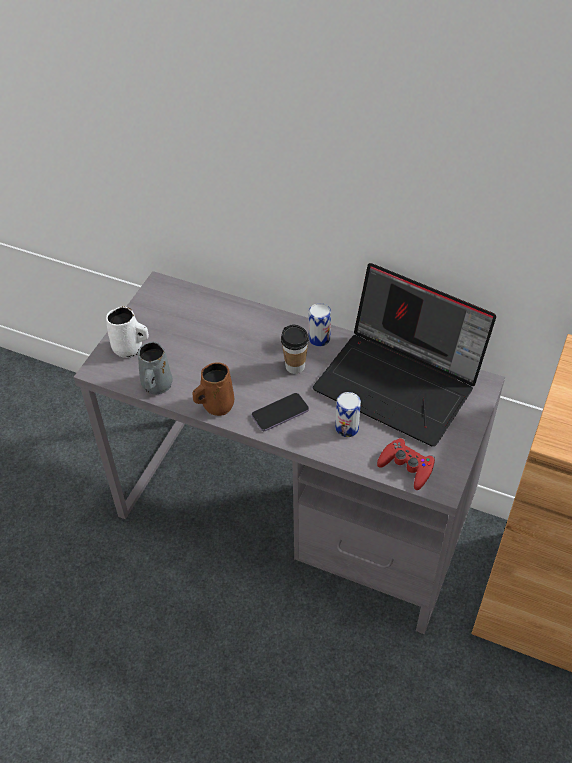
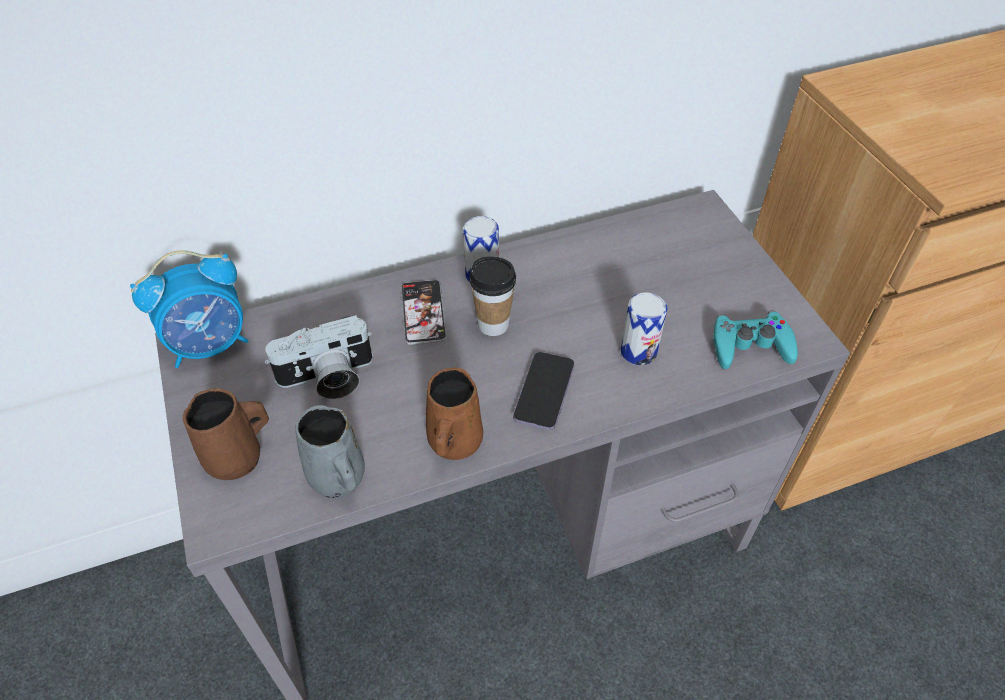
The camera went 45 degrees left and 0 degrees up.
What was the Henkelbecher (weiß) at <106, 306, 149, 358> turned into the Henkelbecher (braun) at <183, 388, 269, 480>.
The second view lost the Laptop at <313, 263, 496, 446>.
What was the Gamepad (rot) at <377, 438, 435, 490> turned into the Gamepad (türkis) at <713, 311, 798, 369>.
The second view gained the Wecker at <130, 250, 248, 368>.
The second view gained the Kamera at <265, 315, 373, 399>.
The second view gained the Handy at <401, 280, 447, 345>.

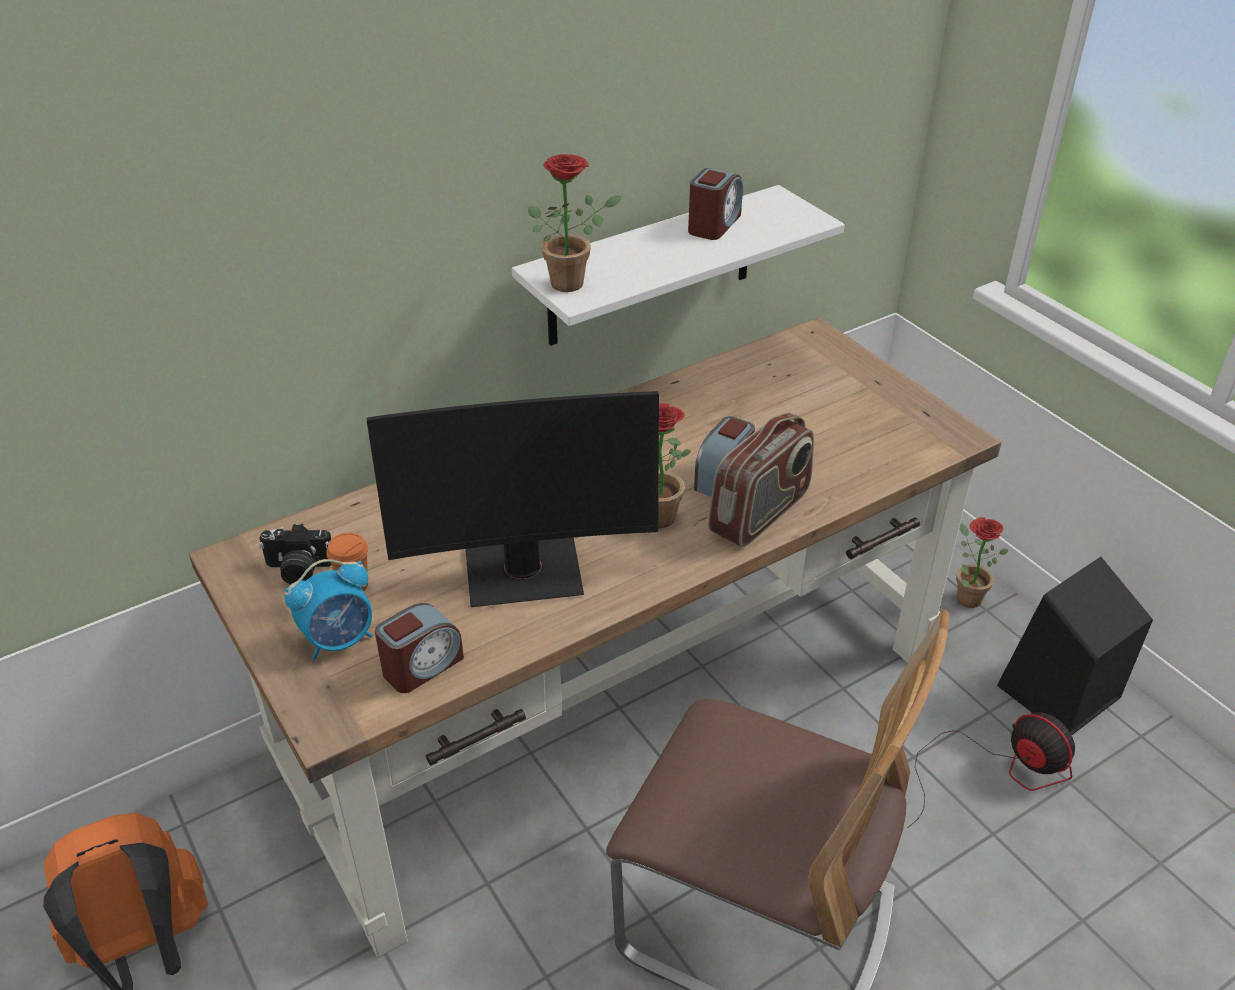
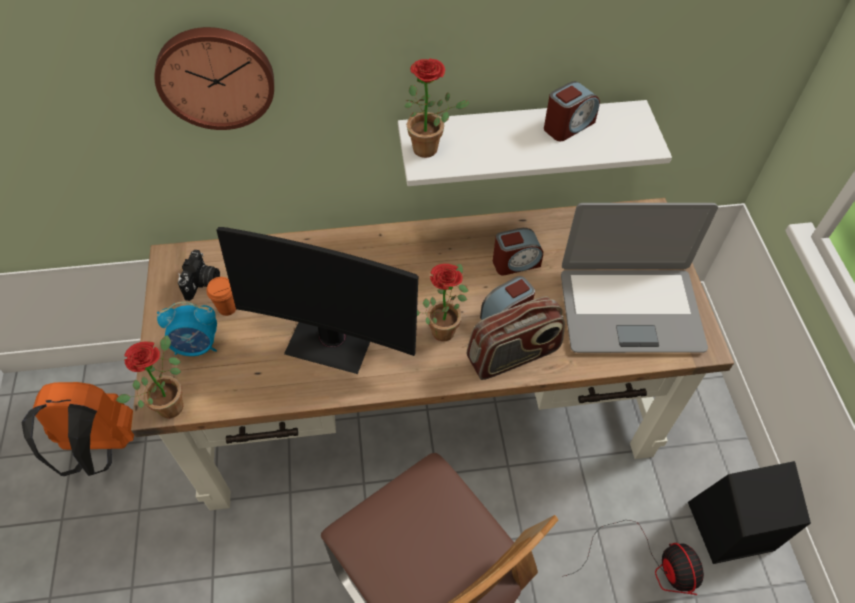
The camera went 25 degrees right and 15 degrees up.
The Kamera at <259, 524, 331, 585> ended up facing another way, 105 degrees counterclockwise from before.
The Wecker ended up elsewhere, having gone from <375, 603, 464, 693> to <493, 228, 543, 276>.
The Topfpflanze ended up elsewhere, having gone from <956, 517, 1009, 608> to <116, 335, 183, 418>.
The second view gained the Wanduhr at <154, 27, 274, 130>.
The second view gained the Laptop at <561, 203, 718, 353>.

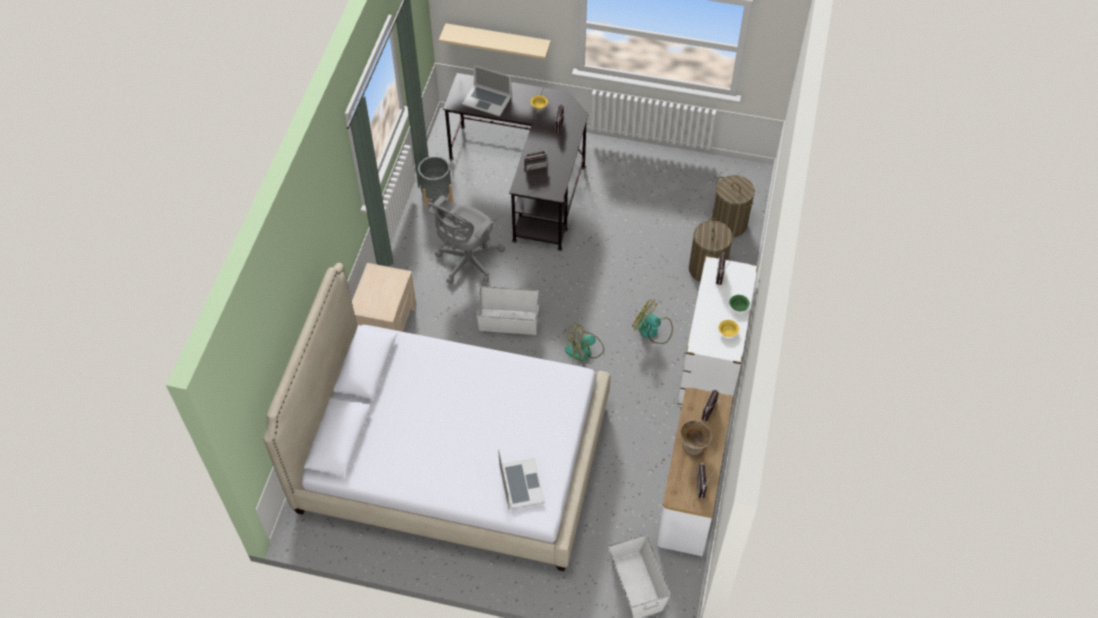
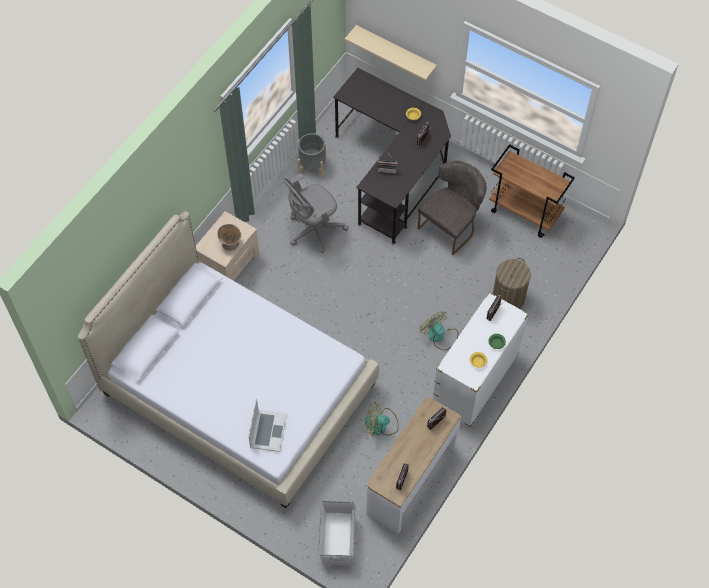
The camera went 20 degrees right and 5 degrees up.
The second view lost the Laptop at <462, 65, 512, 116>.
The second view lost the Aufbewahrungsbox (weiß) at <476, 286, 539, 335>.
The Ventilator ended up elsewhere, having gone from <565, 323, 604, 361> to <365, 402, 399, 436>.
The Schüssel (beige) ended up elsewhere, having gone from <680, 420, 712, 455> to <217, 224, 241, 250>.
The second view lost the Wäschekorb at <711, 175, 755, 238>.
The second view gained the Stuhl (grau) at <418, 161, 487, 255>.
The second view gained the Rollwagen (braun) at <489, 144, 575, 238>.

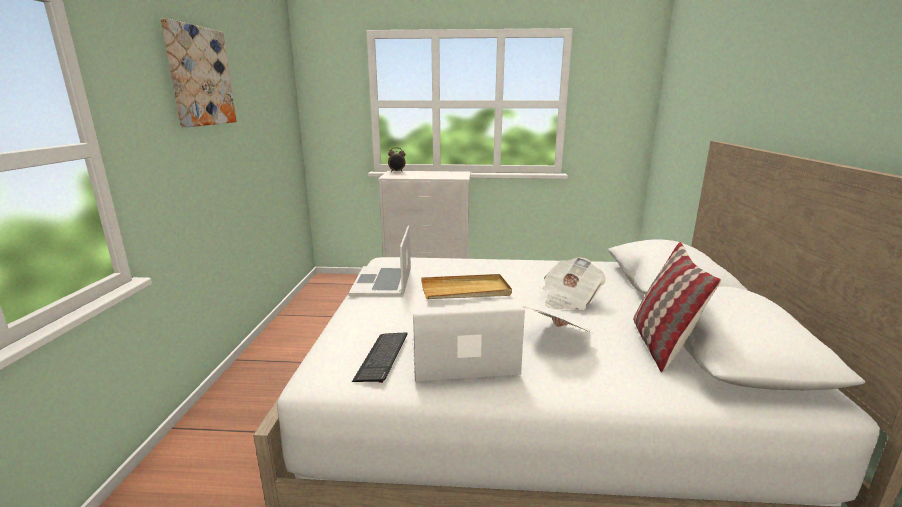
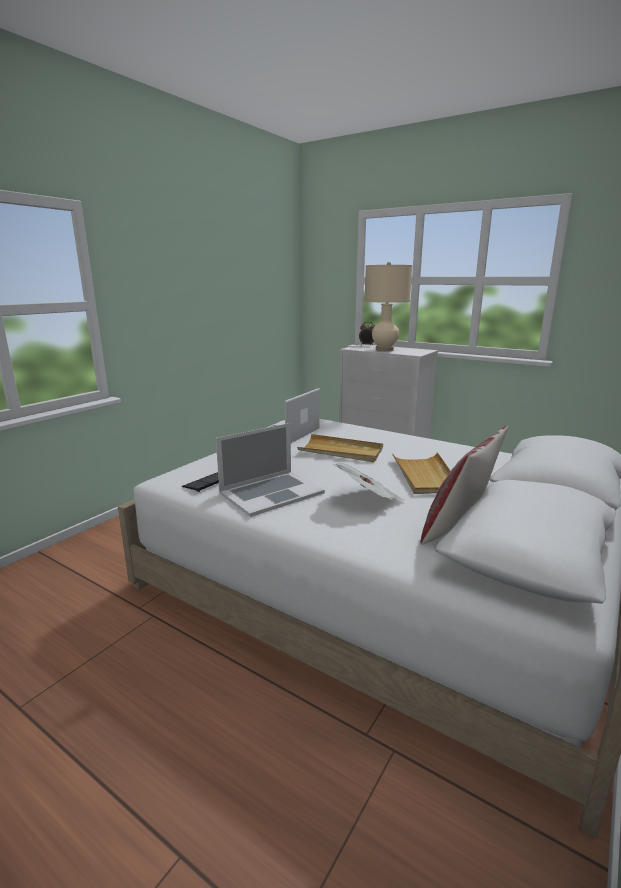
The camera went 30 degrees right and 0 degrees up.
The second view lost the Bild at <161, 18, 237, 127>.
The Laptop at <413, 308, 525, 382> ended up facing another way, 120 degrees clockwise from before.
Where the Zeitung stood at <543, 257, 606, 310>, the Tablett (beige) came to stand at <392, 452, 450, 494>.
The second view gained the Tischlampe (beige) at <364, 262, 412, 351>.

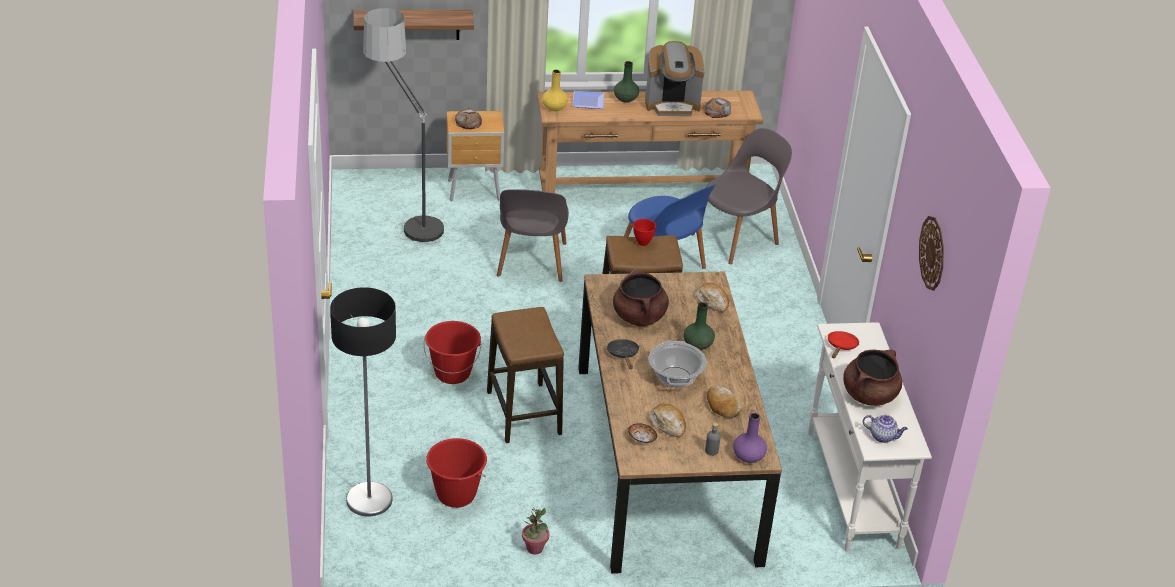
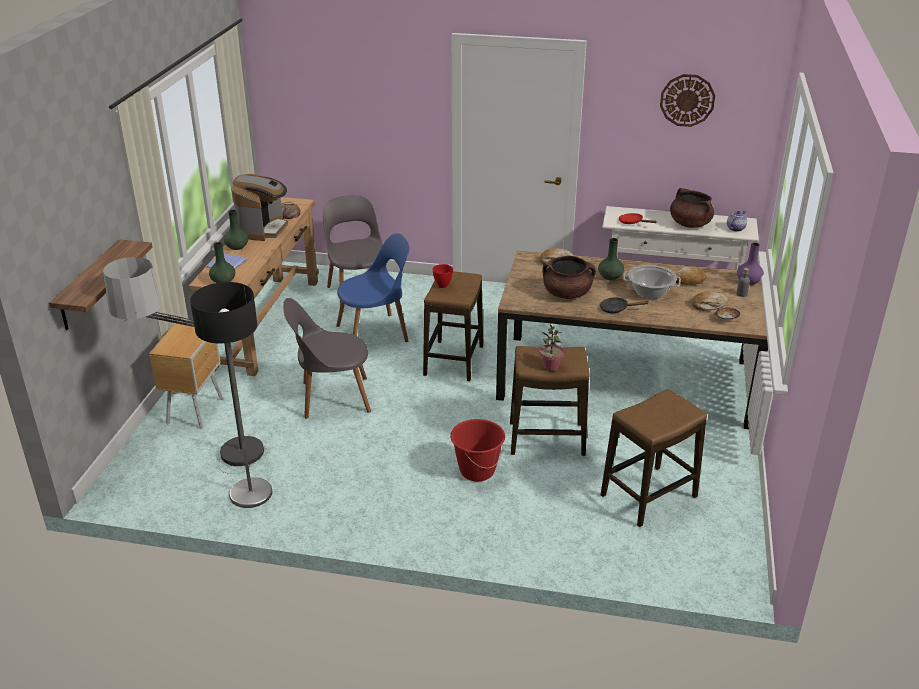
The camera went 70 degrees left and 5 degrees down.
The Stehlampe ended up elsewhere, having gone from <330, 287, 396, 517> to <190, 282, 272, 508>.
Where the Eimer (rot) stood at <426, 438, 487, 508>, the Hocker came to stand at <601, 389, 707, 527>.
The second view lost the Brot at <455, 108, 482, 129>.
The Stuhl (grau) at <497, 189, 569, 282> ended up facing another way, 150 degrees clockwise from before.
The Topfpflanze ended up elsewhere, having gone from <522, 508, 549, 554> to <540, 324, 565, 371>.
What was the Vase (gelb) at <542, 69, 568, 111> turned into the Vase (grün) at <209, 242, 235, 283>.

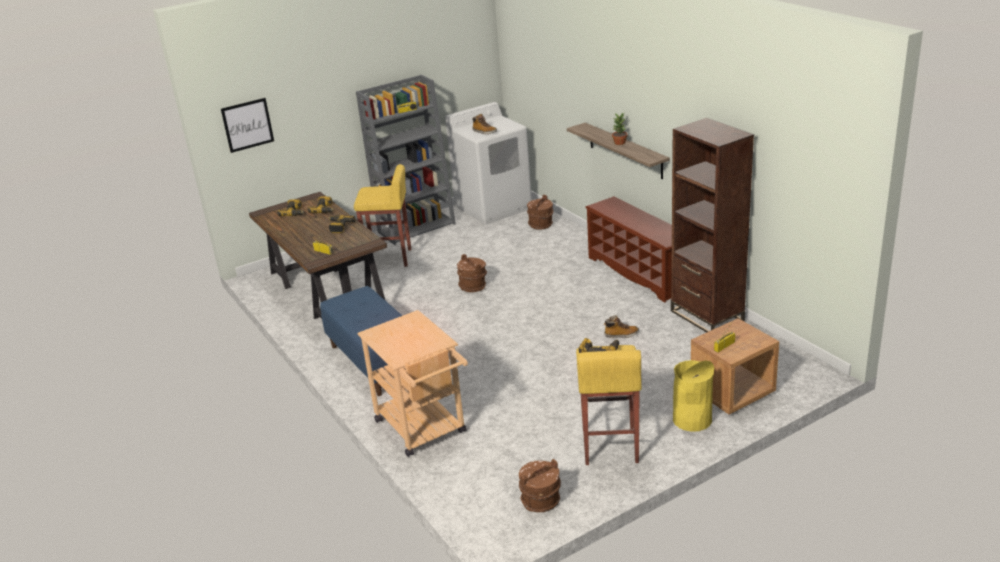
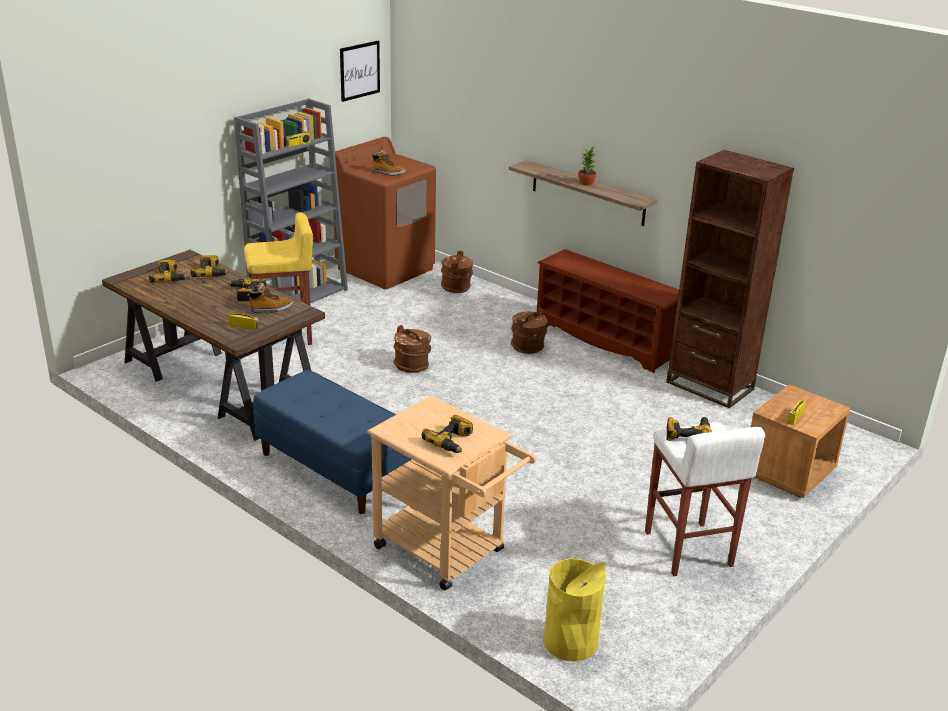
The camera went 20 degrees left and 0 degrees up.
The Bild ended up elsewhere, having gone from <221, 98, 274, 153> to <340, 40, 380, 102>.
What was the Waschmaschine (weiß) at <445, 102, 532, 225> turned into the Waschmaschine (braun) at <334, 137, 436, 289>.
The Eimer (braun) ended up elsewhere, having gone from <519, 459, 561, 512> to <511, 308, 548, 354>.
What was the Hocker (gelb) at <576, 345, 641, 465> turned into the Hocker (weiß) at <645, 423, 765, 576>.
The Stiefel ended up elsewhere, having gone from <604, 315, 639, 338> to <247, 283, 293, 313>.
The Mülleimer (gelb) ended up elsewhere, having gone from <673, 360, 714, 432> to <543, 558, 606, 661>.
The second view gained the Bohrmaschine at <422, 415, 473, 453>.

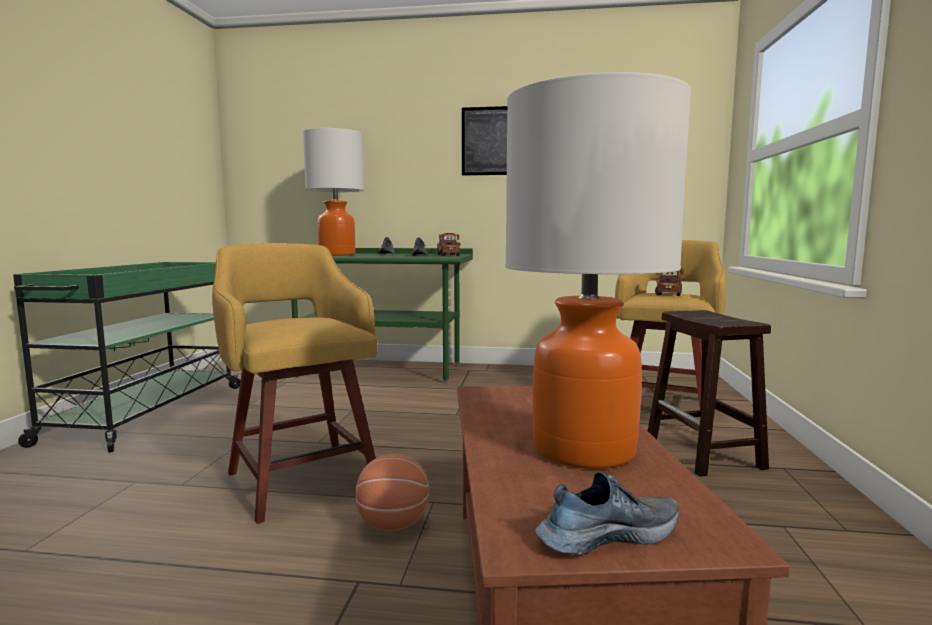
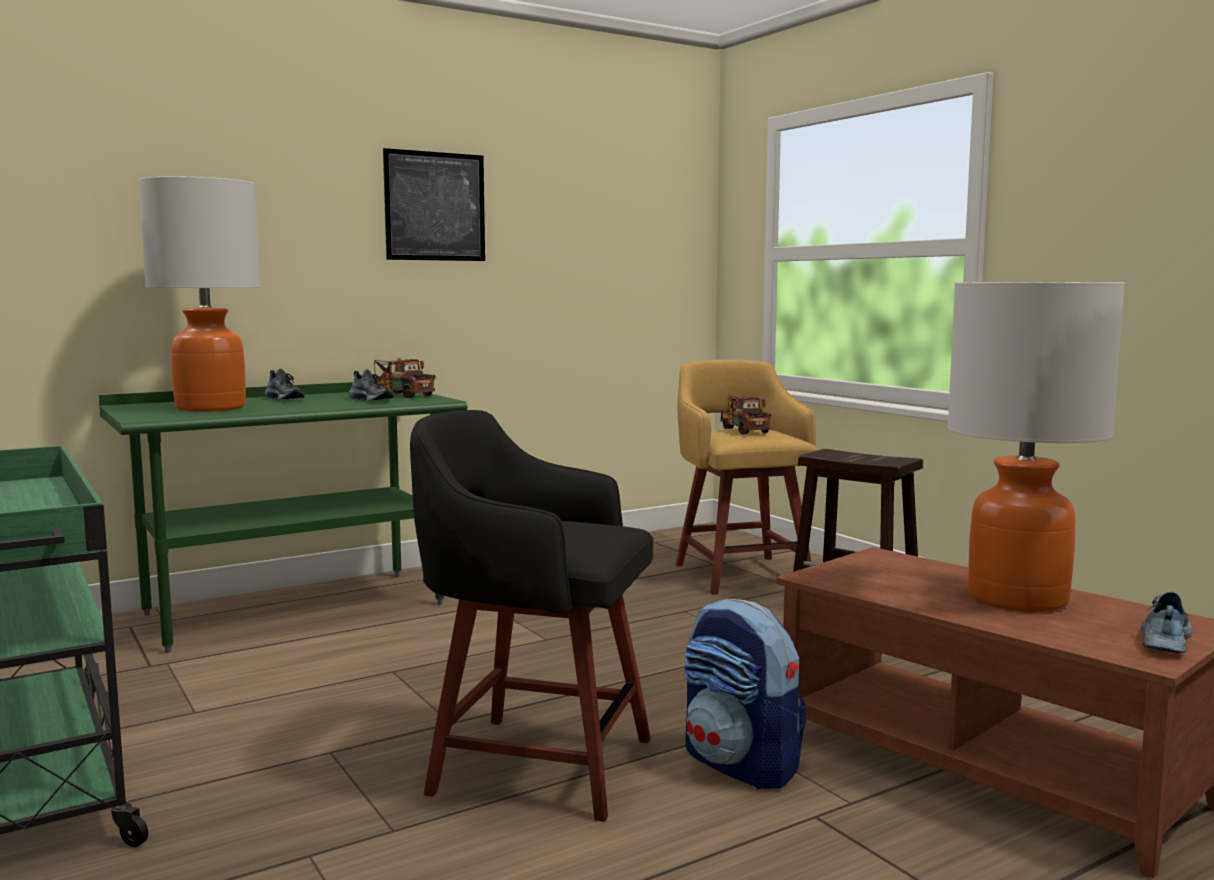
The camera went 40 degrees left and 0 degrees up.
What was the Hocker (gelb) at <212, 243, 377, 524> turned into the Hocker (schwarz) at <410, 410, 653, 822>.
Where the Basketball stood at <355, 454, 429, 532>, the Rucksack came to stand at <684, 599, 806, 789>.

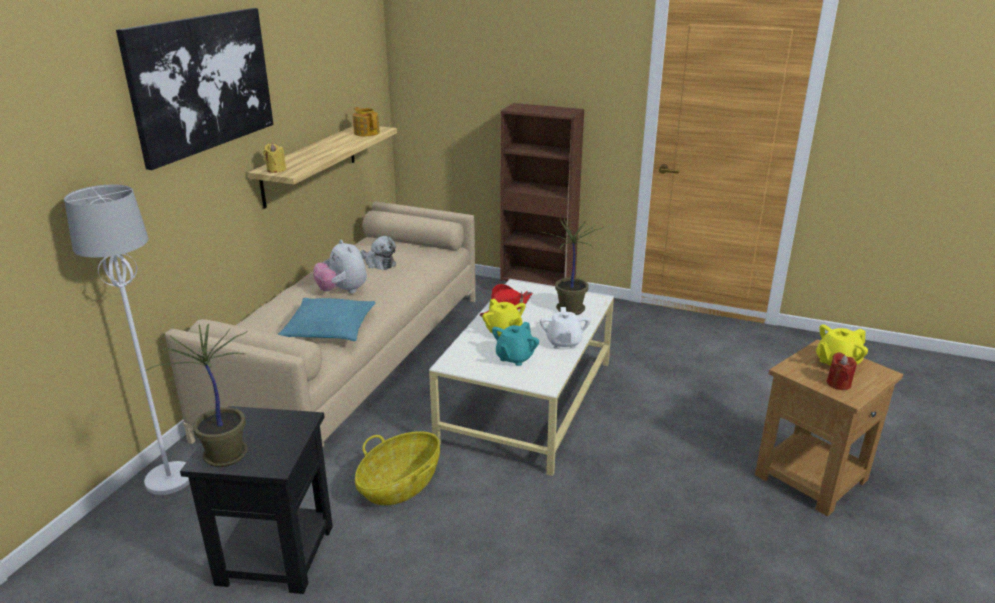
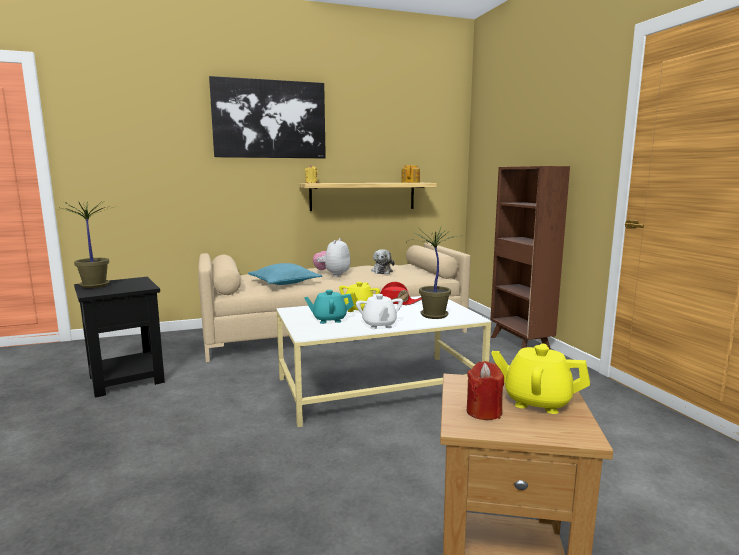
The camera went 50 degrees right and 15 degrees down.
The second view lost the Stehlampe (weiß) at <64, 184, 190, 495>.
The second view lost the Korb at <355, 431, 440, 505>.
The Teekanne (weiß) at <540, 307, 591, 349> ended up facing another way, 60 degrees counterclockwise from before.

